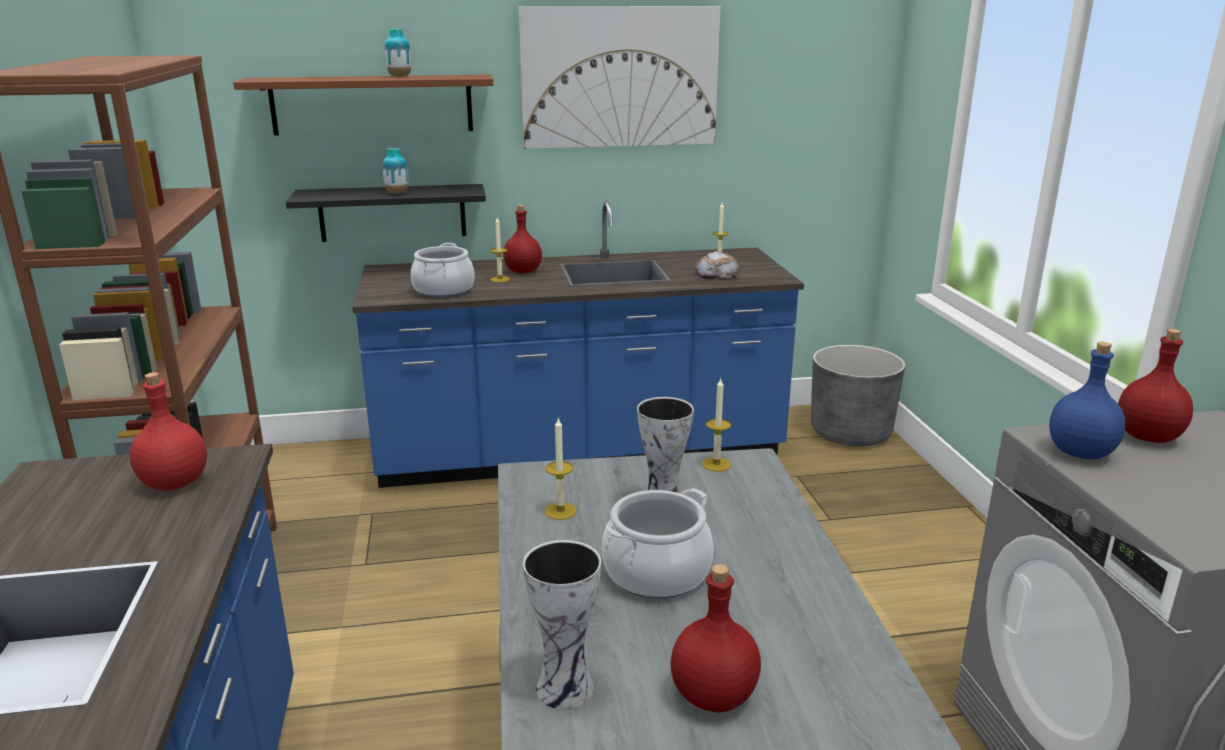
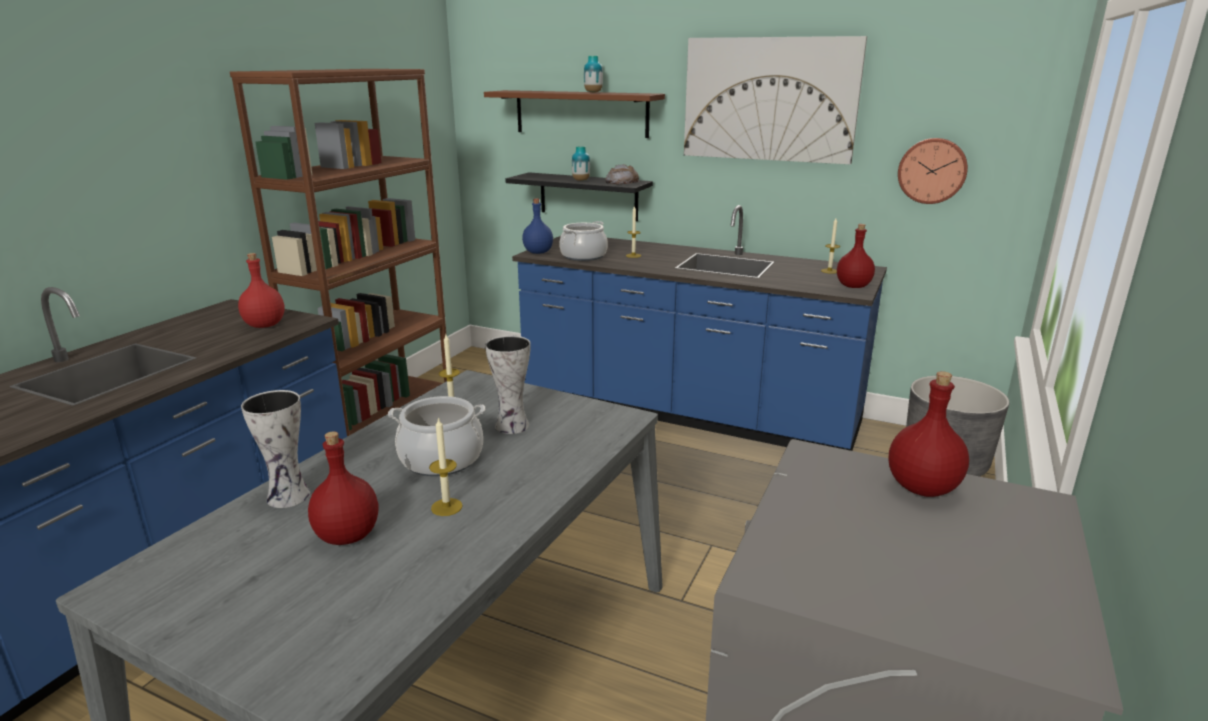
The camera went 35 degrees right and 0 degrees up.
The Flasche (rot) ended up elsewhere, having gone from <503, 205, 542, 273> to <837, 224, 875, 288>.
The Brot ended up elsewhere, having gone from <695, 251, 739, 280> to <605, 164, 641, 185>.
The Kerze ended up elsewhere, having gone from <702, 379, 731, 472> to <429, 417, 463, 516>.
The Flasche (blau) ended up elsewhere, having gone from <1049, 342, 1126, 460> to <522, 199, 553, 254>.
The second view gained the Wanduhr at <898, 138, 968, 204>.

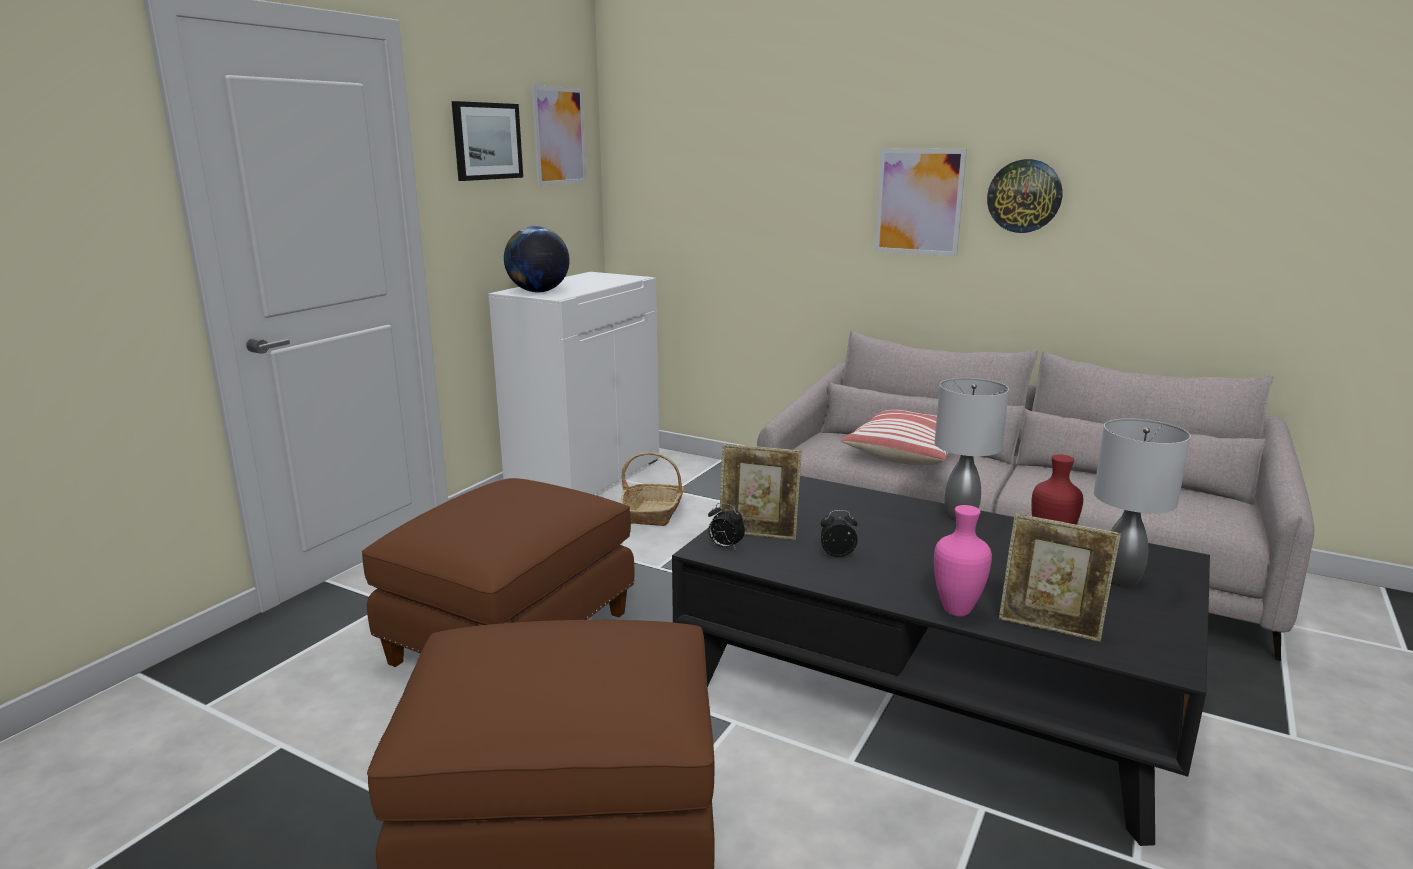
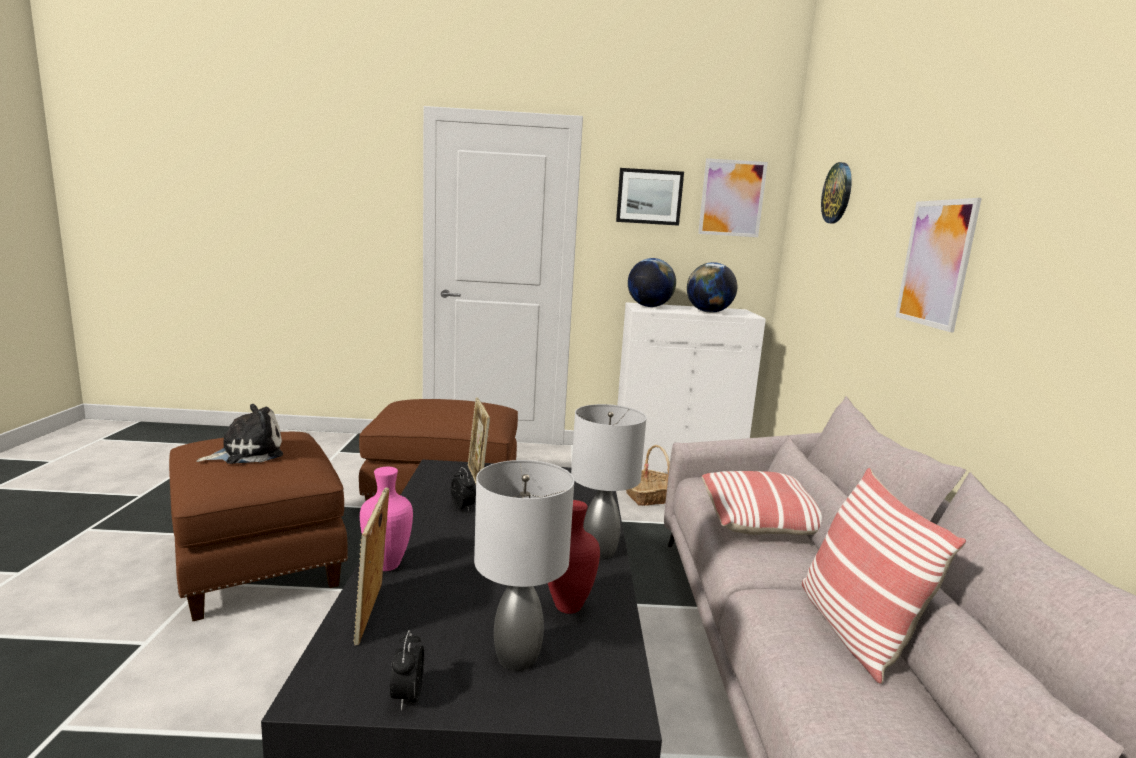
The camera went 60 degrees right and 5 degrees down.
The Wecker ended up elsewhere, having gone from <708, 503, 745, 549> to <390, 630, 424, 711>.
The Wanduhr ended up elsewhere, having gone from <987, 159, 1063, 233> to <821, 162, 852, 223>.
The second view gained the Plüschtier at <196, 404, 283, 464>.
The second view gained the Globus at <687, 262, 737, 313>.
The second view gained the Kissen at <802, 468, 966, 684>.

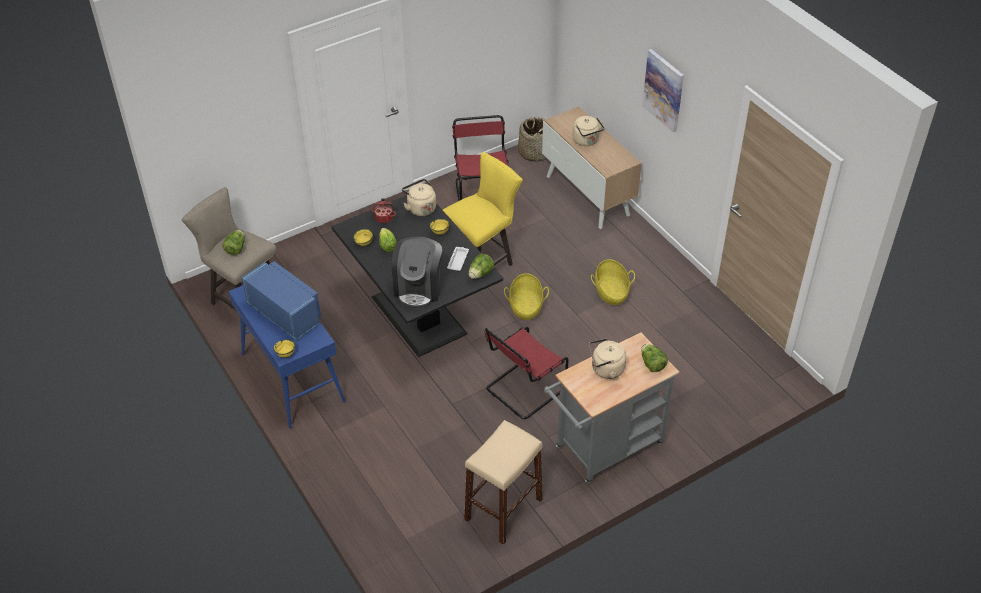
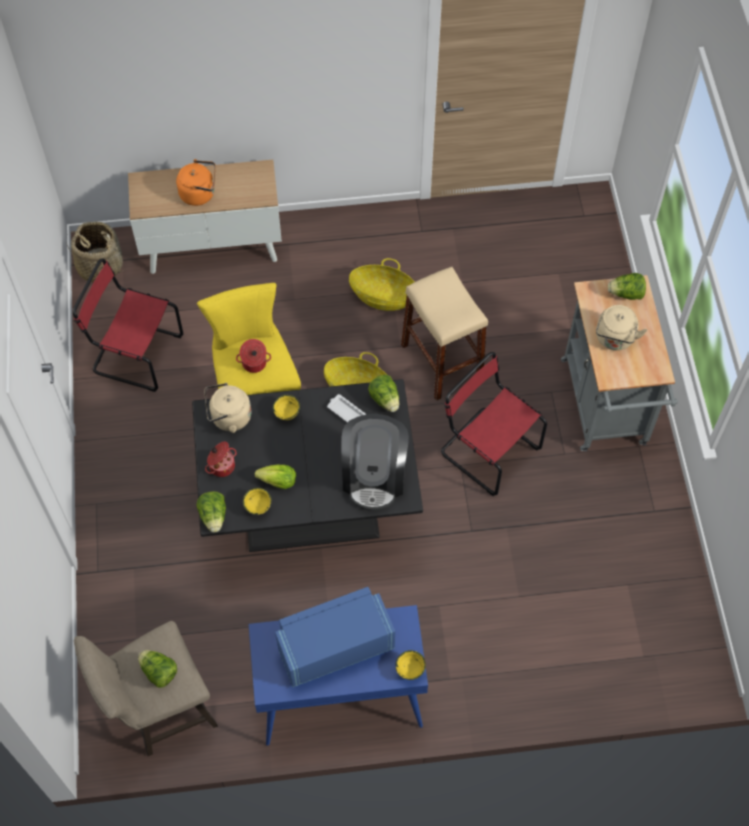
The camera went 65 degrees left and 15 degrees up.
The Kaffeemaschine at <392, 237, 442, 309> ended up facing another way, 60 degrees clockwise from before.
The Hocker (beige) ended up elsewhere, having gone from <464, 420, 543, 545> to <401, 267, 488, 401>.
The Stuhl (rot) at <485, 327, 569, 419> ended up facing another way, 150 degrees clockwise from before.
What was the Wasserkessel (beige) at <572, 116, 604, 146> turned into the Wasserkessel (orange) at <176, 159, 215, 206>.
The second view lost the Bild at <642, 49, 684, 132>.
The second view gained the Salatkopf at <196, 491, 226, 533>.
The second view gained the Kochtopf at <236, 339, 271, 373>.

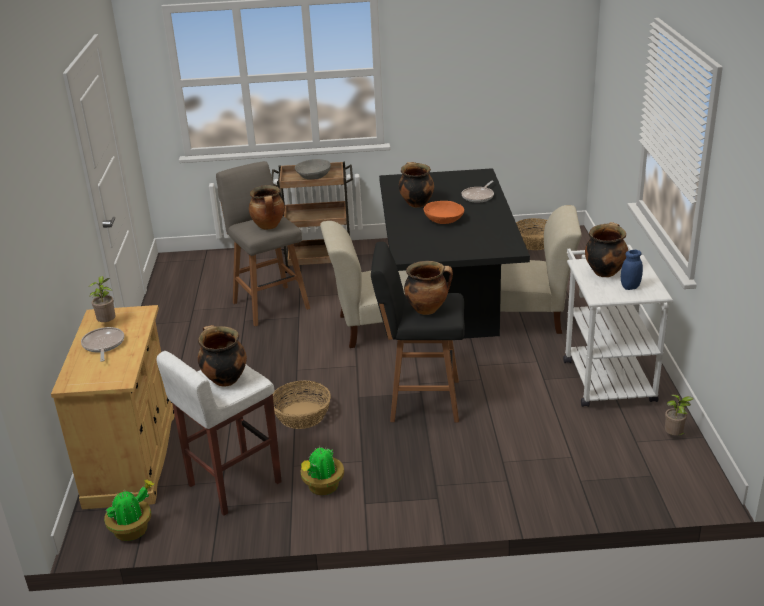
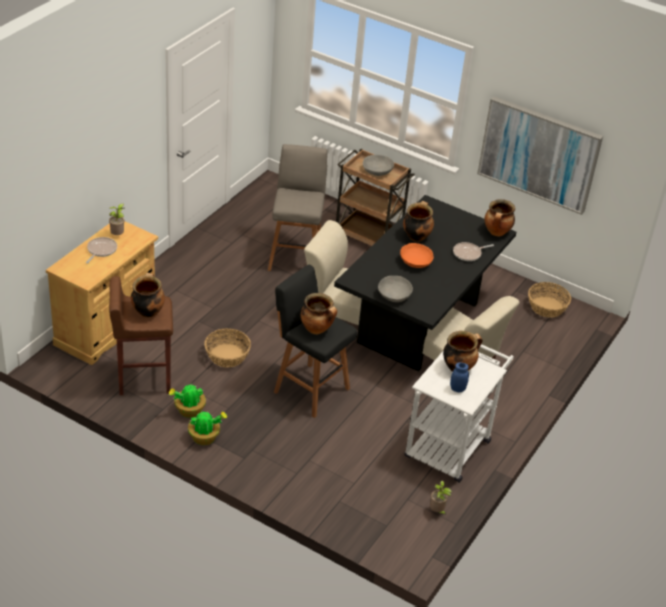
The camera went 30 degrees right and 10 degrees up.
The Topfpflanze ended up elsewhere, having gone from <104, 479, 154, 541> to <188, 412, 227, 445>.
What was the Hocker (weiß) at <156, 351, 282, 516> turned into the Hocker (braun) at <109, 276, 173, 395>.
The Kochtopf ended up elsewhere, having gone from <249, 185, 285, 230> to <484, 199, 515, 237>.
The second view gained the Schüssel (grau) at <378, 276, 413, 302>.
The second view gained the Bild at <477, 96, 603, 215>.

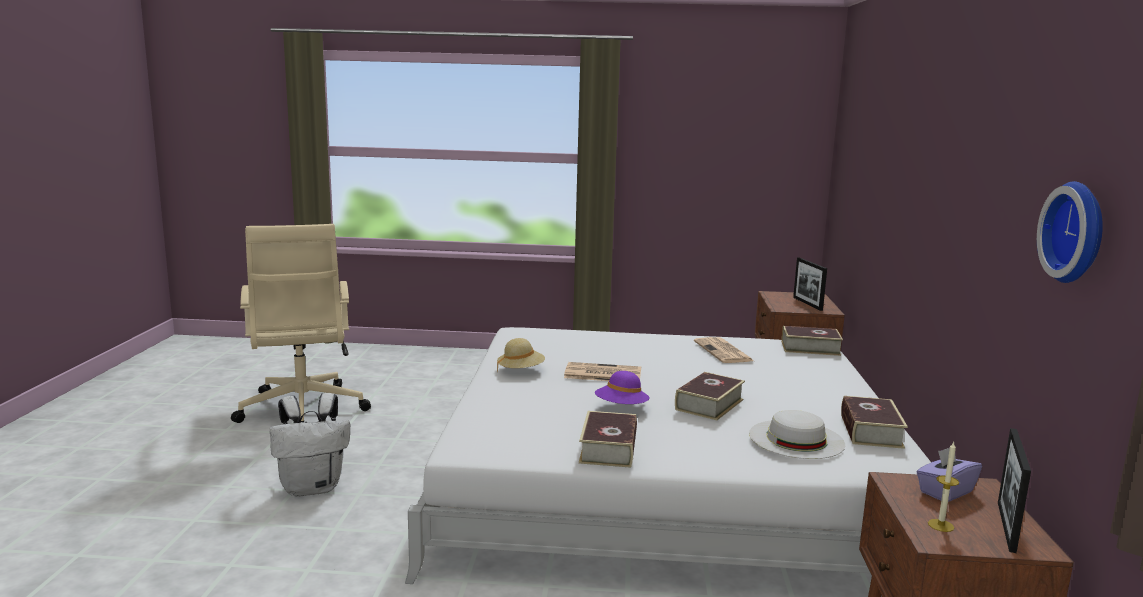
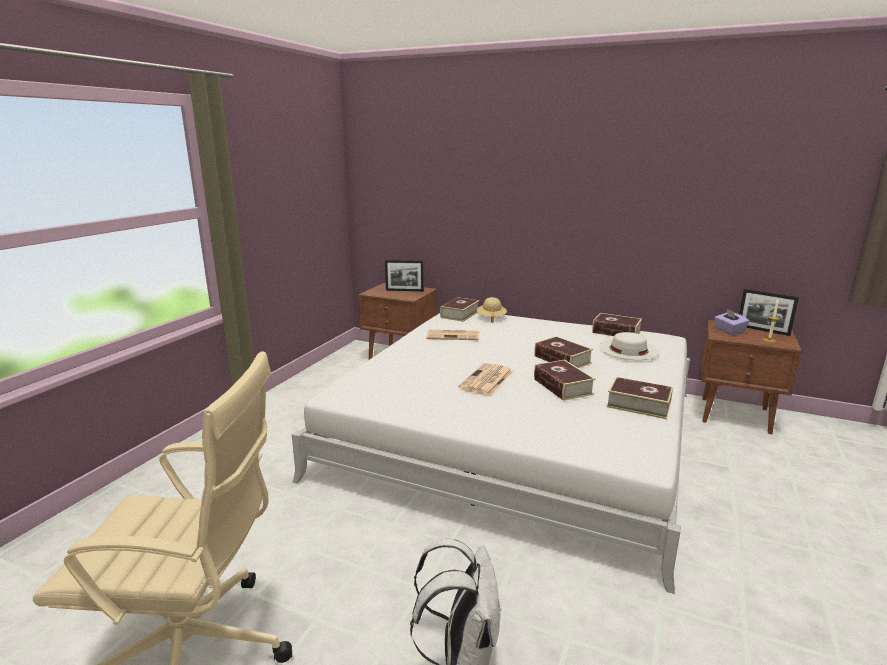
The camera went 70 degrees left and 5 degrees up.
The Hut (beige) ended up elsewhere, having gone from <497, 338, 545, 373> to <477, 297, 507, 323>.
Where the Hut (lila) stood at <595, 371, 650, 404>, the Buch came to stand at <534, 360, 596, 401>.
The second view lost the Wanduhr at <1037, 181, 1103, 283>.

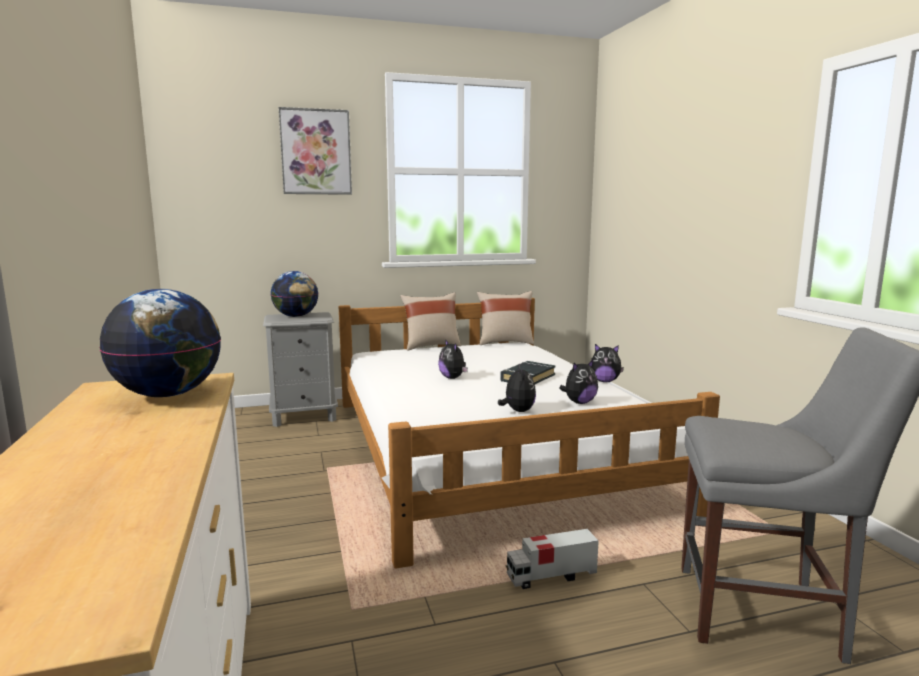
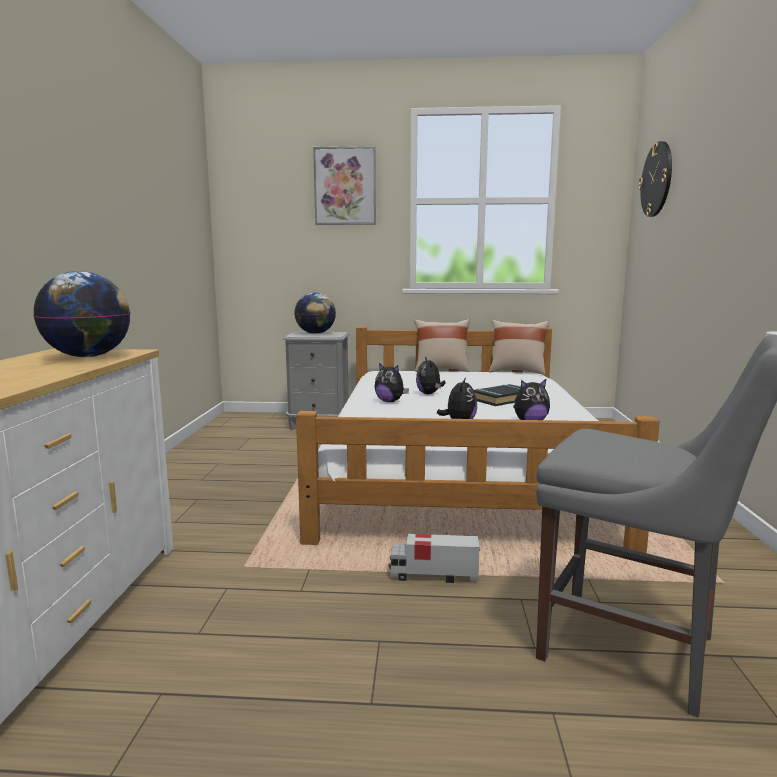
The camera went 20 degrees right and 0 degrees up.
The Plüschtier ended up elsewhere, having gone from <591, 344, 624, 382> to <375, 363, 409, 402>.
The second view gained the Wanduhr at <638, 141, 672, 217>.

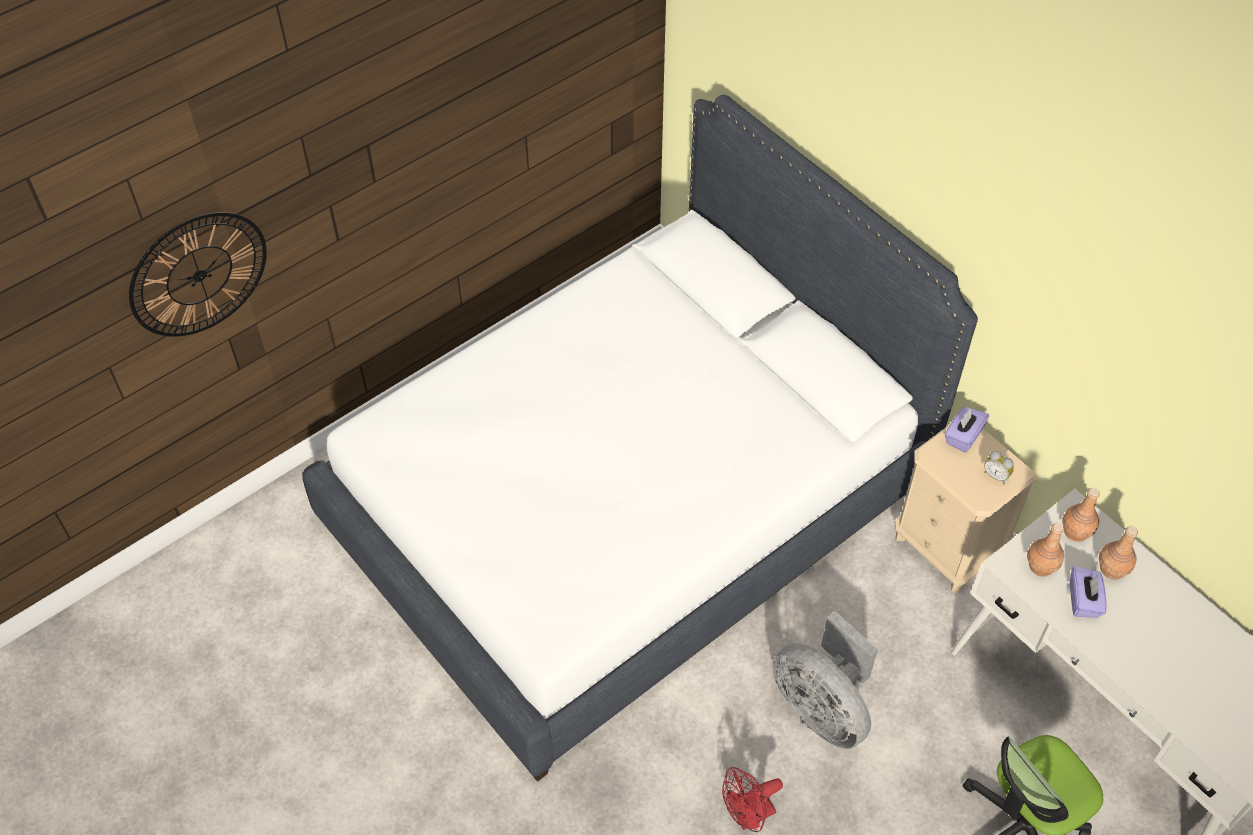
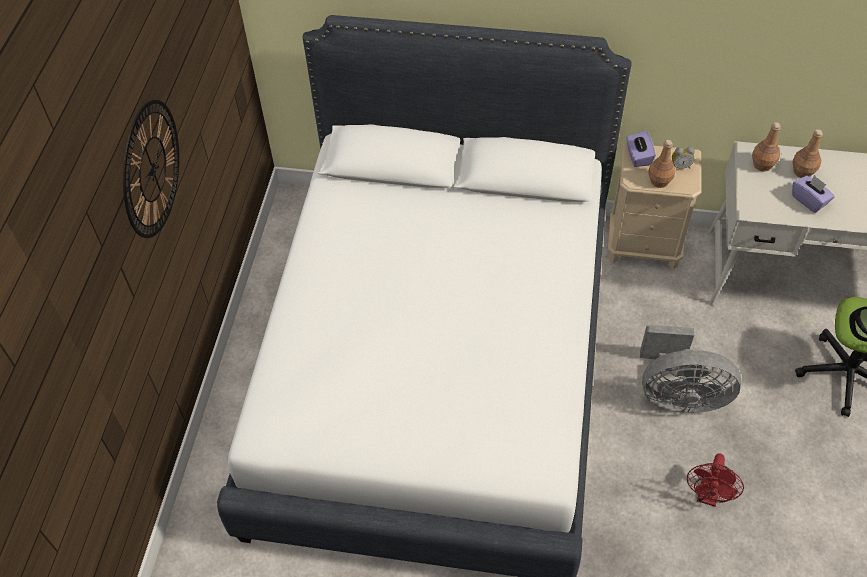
The camera went 40 degrees left and 0 degrees up.
The Wanduhr ended up elsewhere, having gone from <129, 212, 267, 337> to <123, 100, 179, 238>.
The Flasche (braun) ended up elsewhere, having gone from <1027, 523, 1064, 577> to <648, 140, 675, 188>.

